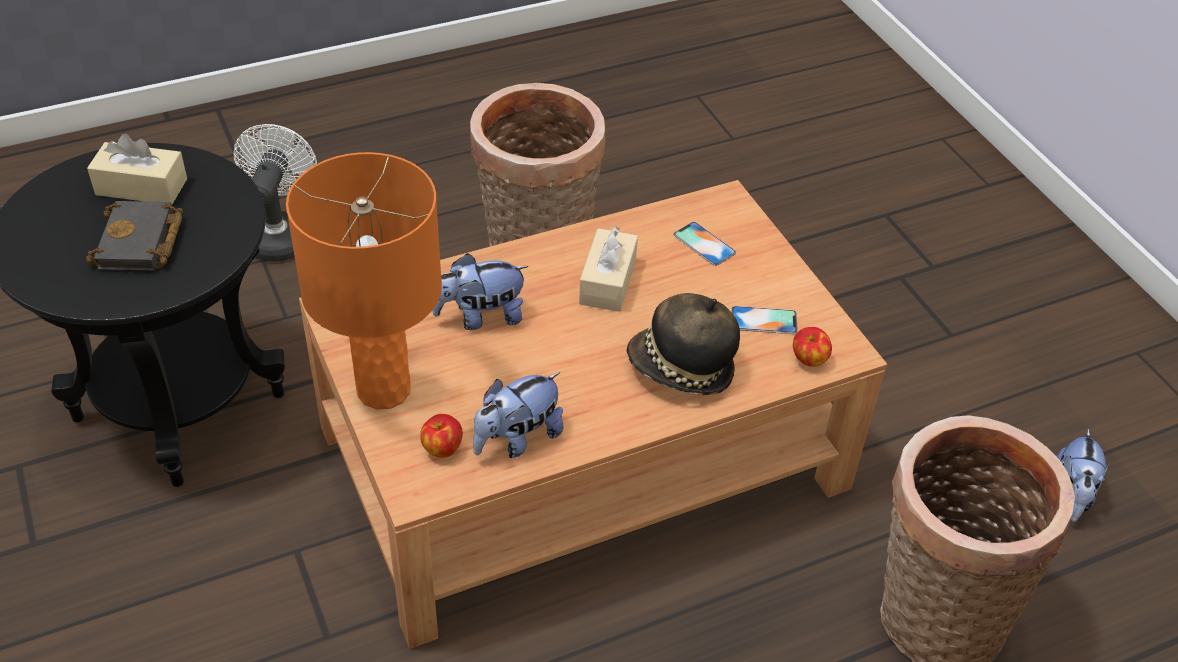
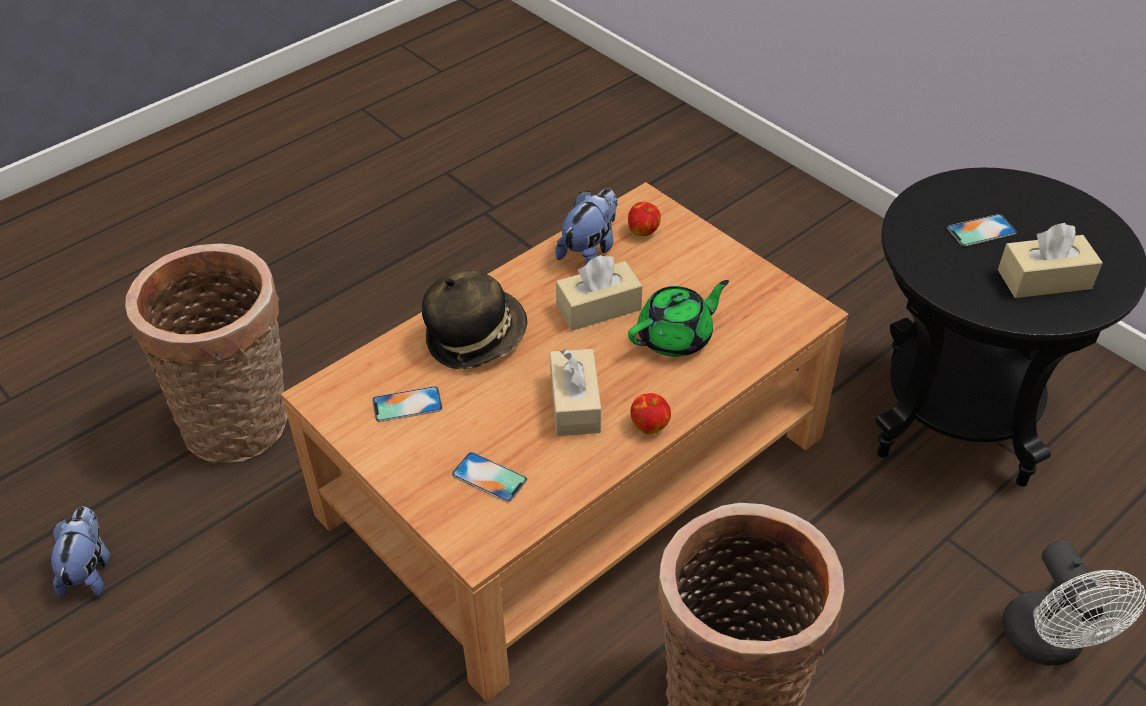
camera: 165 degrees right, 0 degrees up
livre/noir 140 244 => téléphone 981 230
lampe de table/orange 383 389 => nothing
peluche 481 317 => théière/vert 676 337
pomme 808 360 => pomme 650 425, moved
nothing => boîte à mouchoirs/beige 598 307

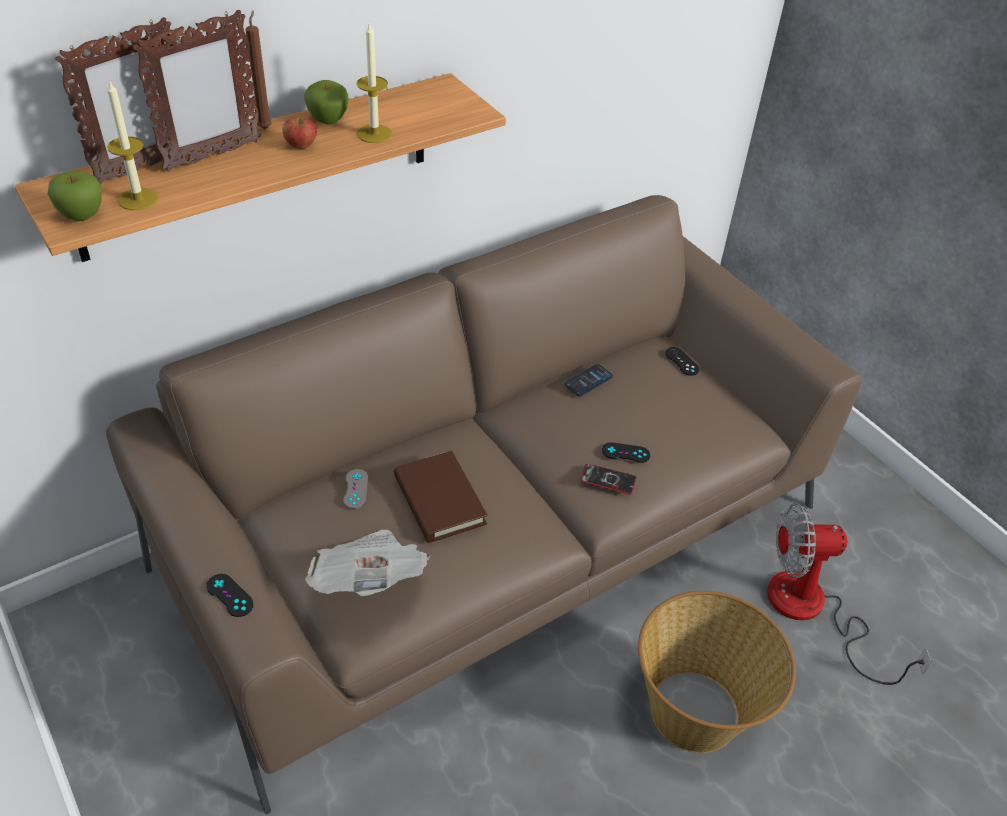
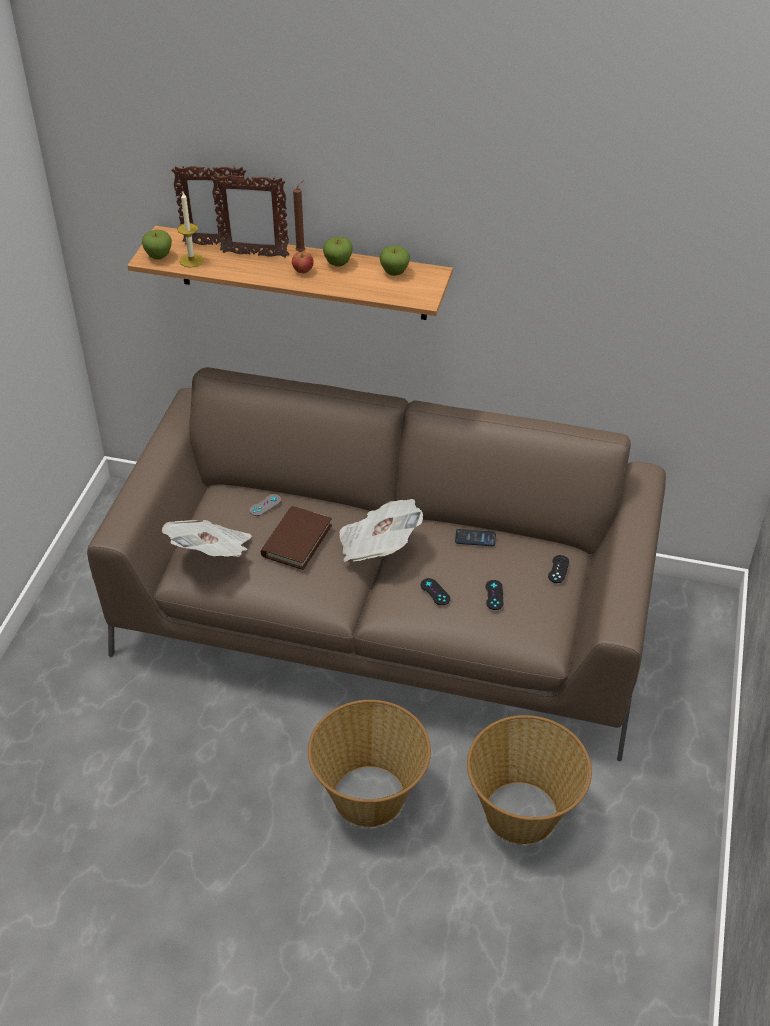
camera: 50 degrees right, 0 degrees up
manette/noir 229 595 => manette/noir 494 595, moved
bougie 374 134 => nothing
téléphone 608 480 => nothing
ventilateur 812 611 => panier 522 813
nothing => journal 378 546
nothing => pomme 394 272

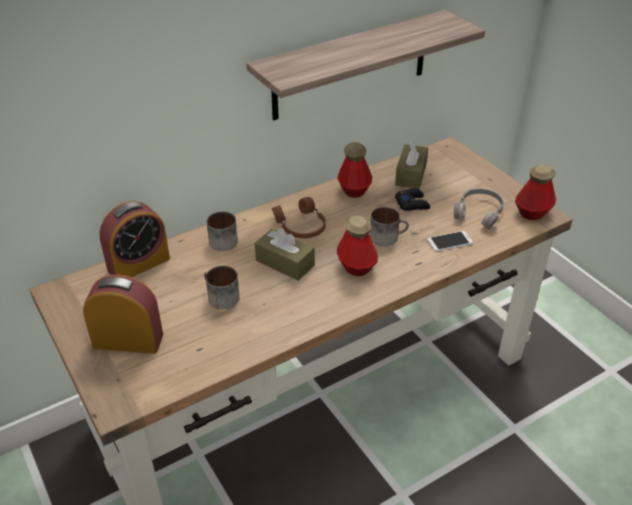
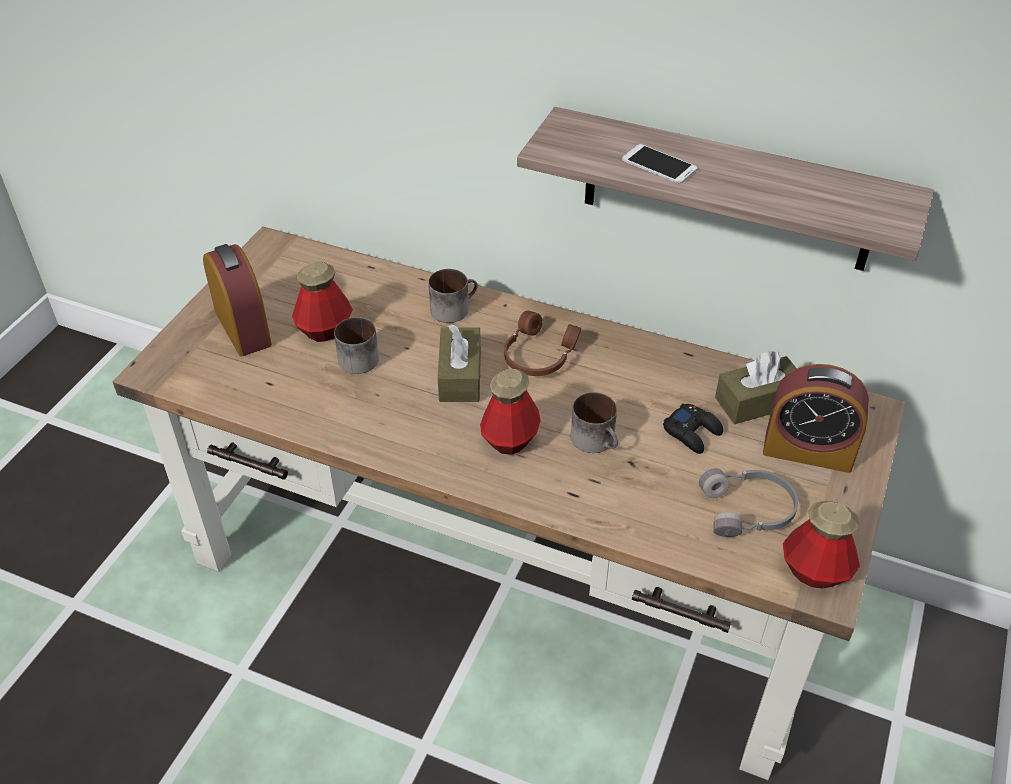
camera: 55 degrees right, 5 degrees up
réveil 139 264 => réveil 808 450, moved
bouteille 354 190 => bouteille 325 330, moved
téléphone 449 241 => téléphone 659 165, moved

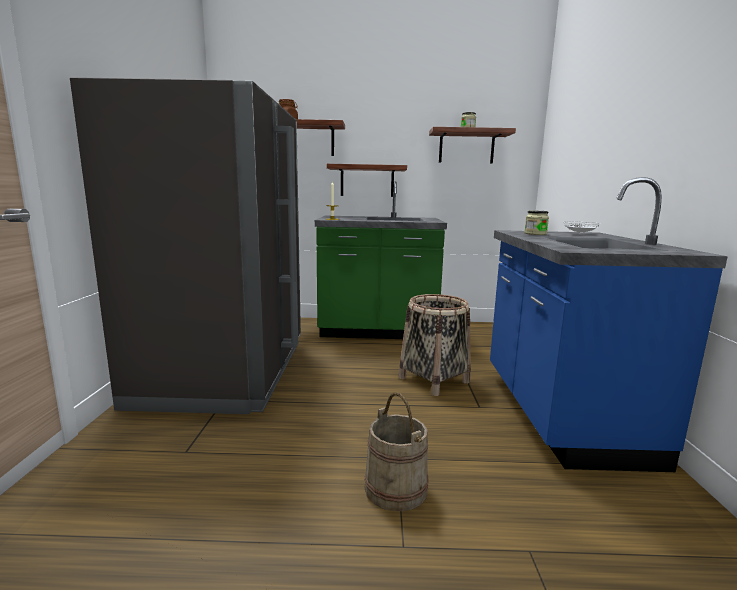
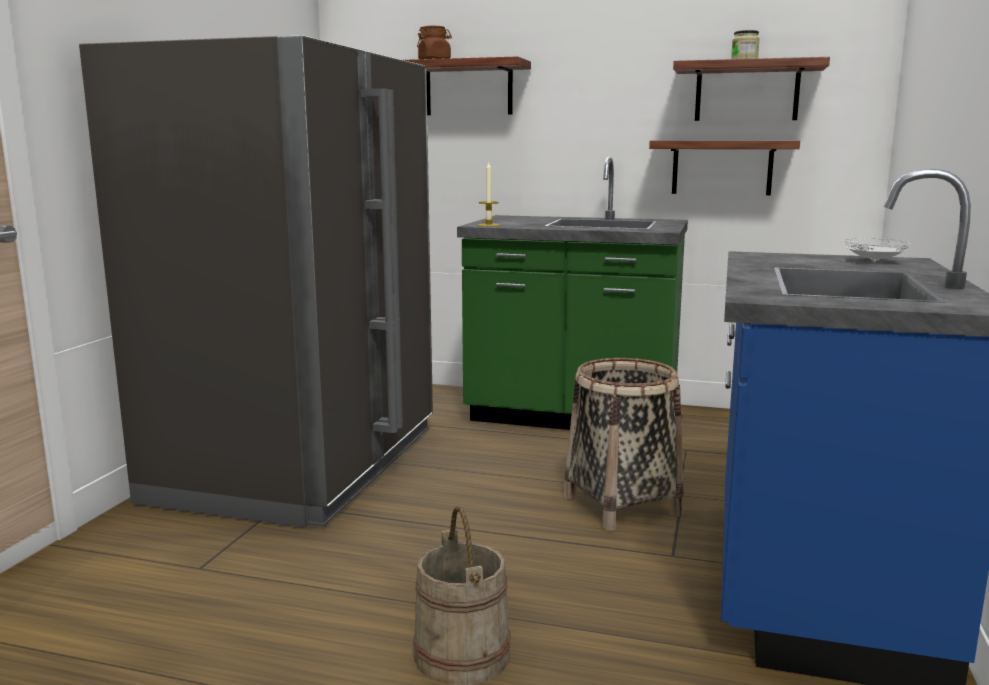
camera: 15 degrees right, 0 degrees up
étagère 367 181 => étagère 722 167, moved
bocal 535 234 => nothing

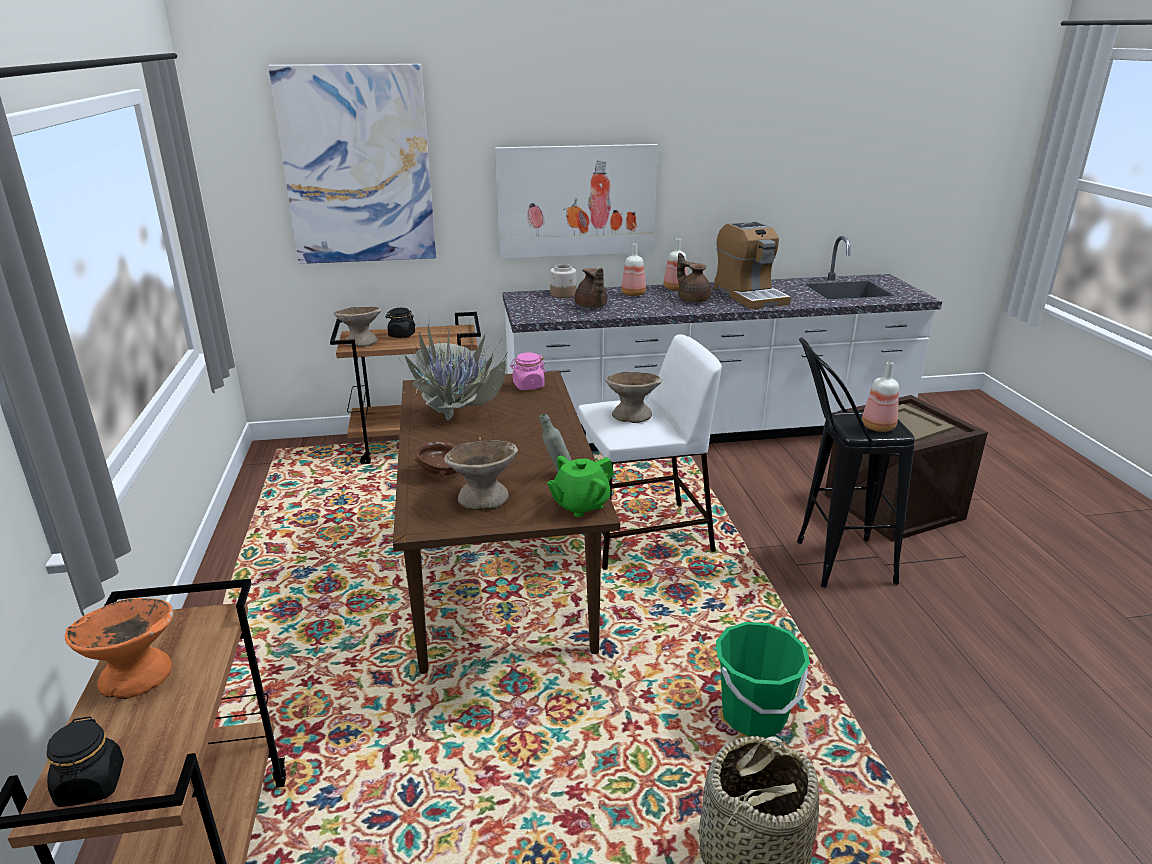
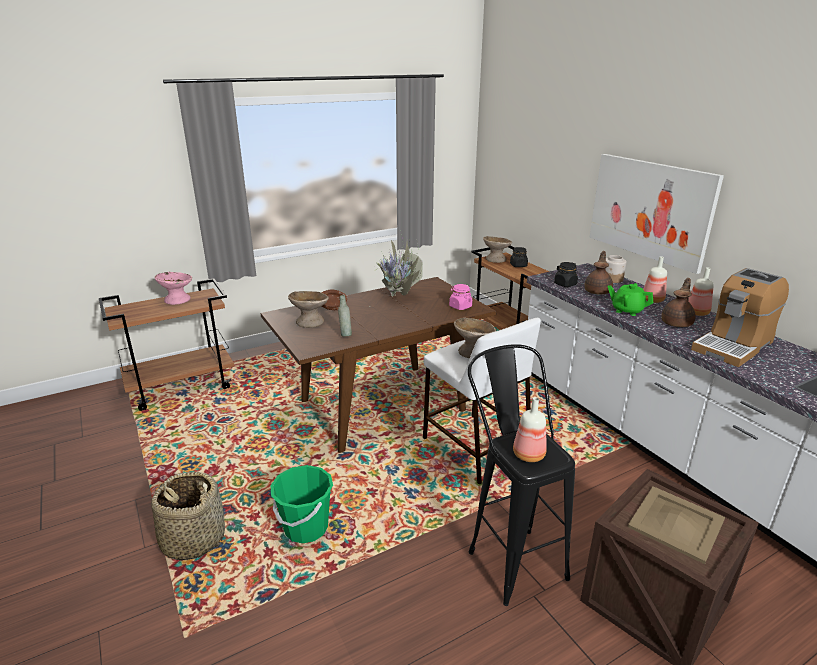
camera: 70 degrees right, 0 degrees up
bocal/noir 91 785 => bocal/noir 565 284, moved
bol/orange 135 675 => bol/rose 177 300
tableau 358 166 => nothing
théière/vert 580 505 => théière/vert 627 310, moved
théière/marron 591 306 => théière/marron 598 291, 150 degrees clockwise

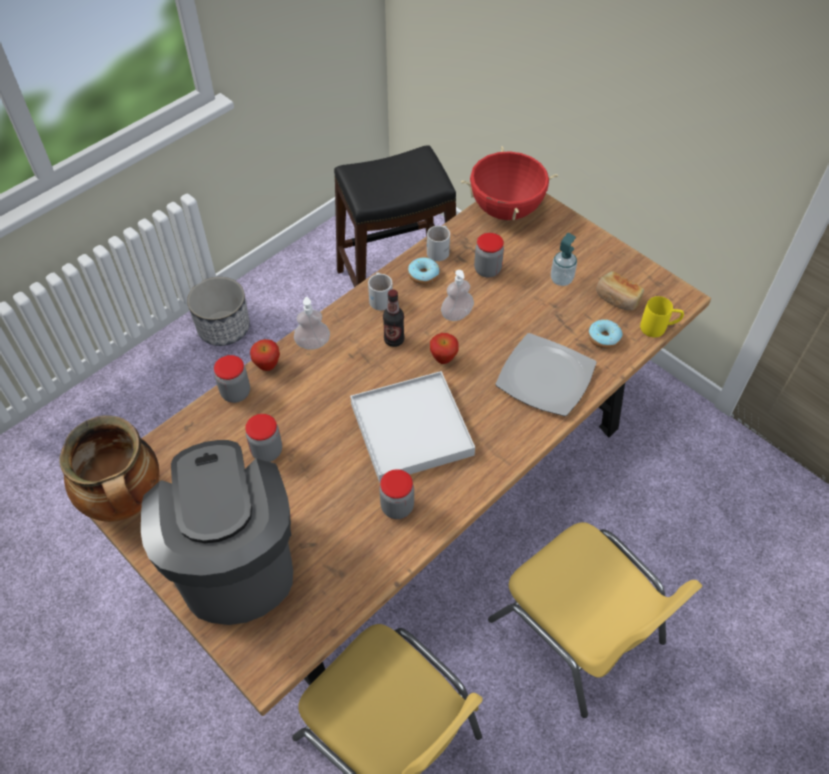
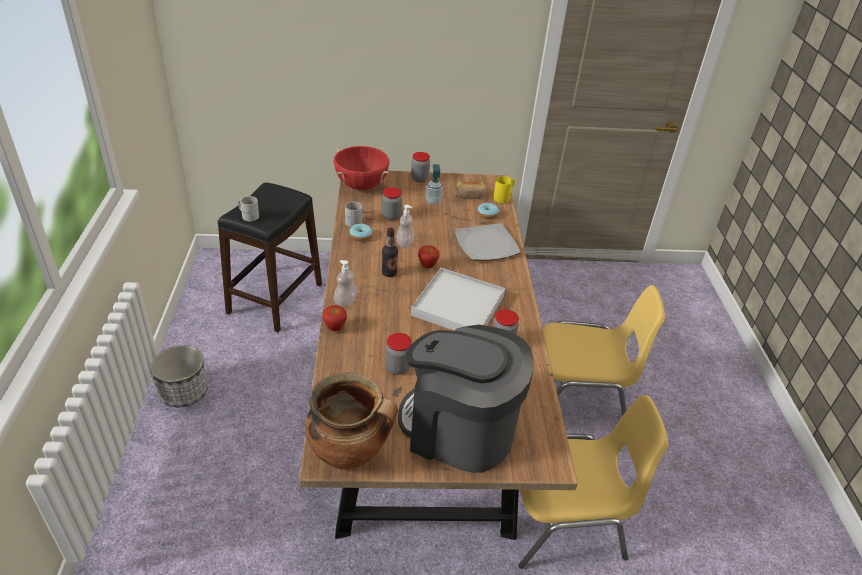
camera: 50 degrees left, 15 degrees down
bocal 236 393 => bocal 419 179, moved
mug/blanc 381 297 => mug/blanc 248 215, moved

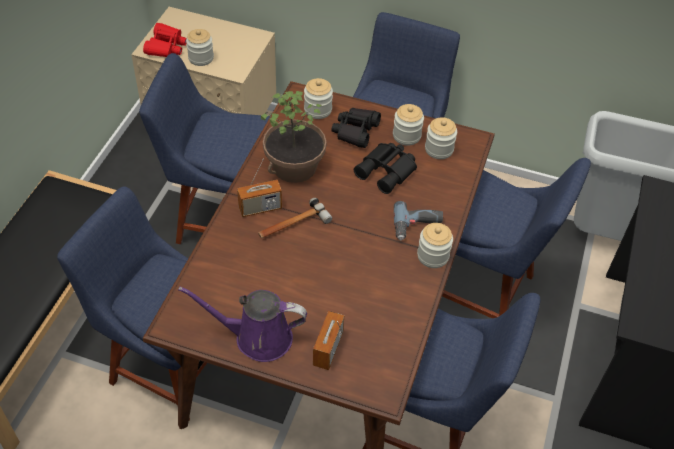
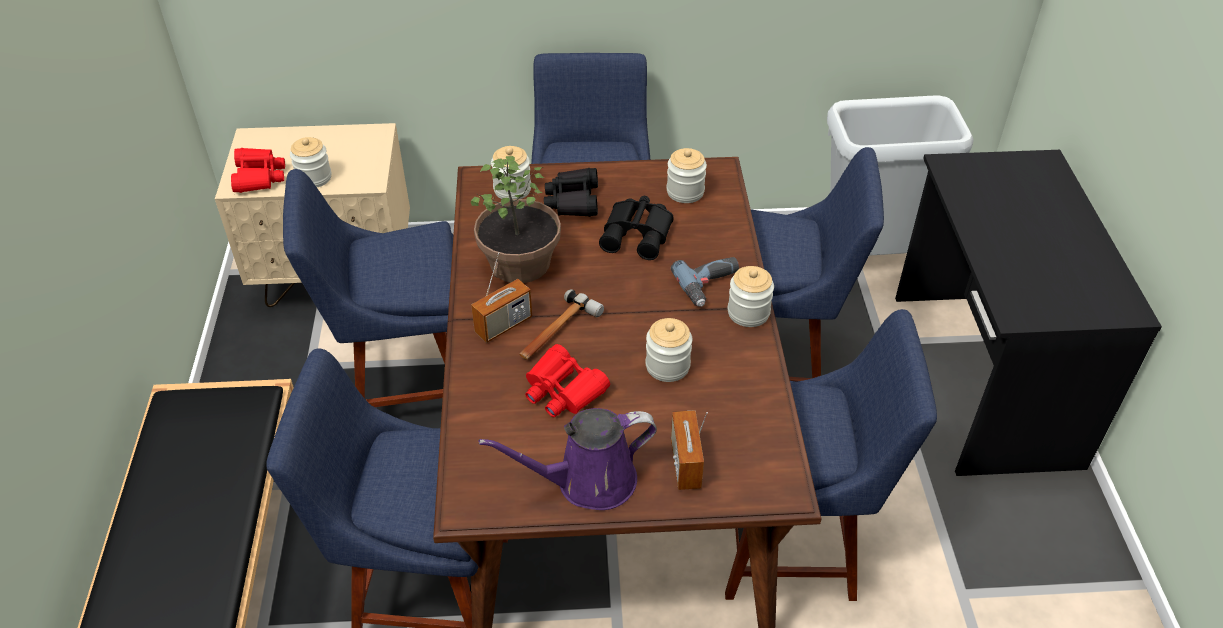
camera: 20 degrees left, 5 degrees down
bocal 406 136 => bocal 667 366, moved
nothing => jumelles/rouge 563 390

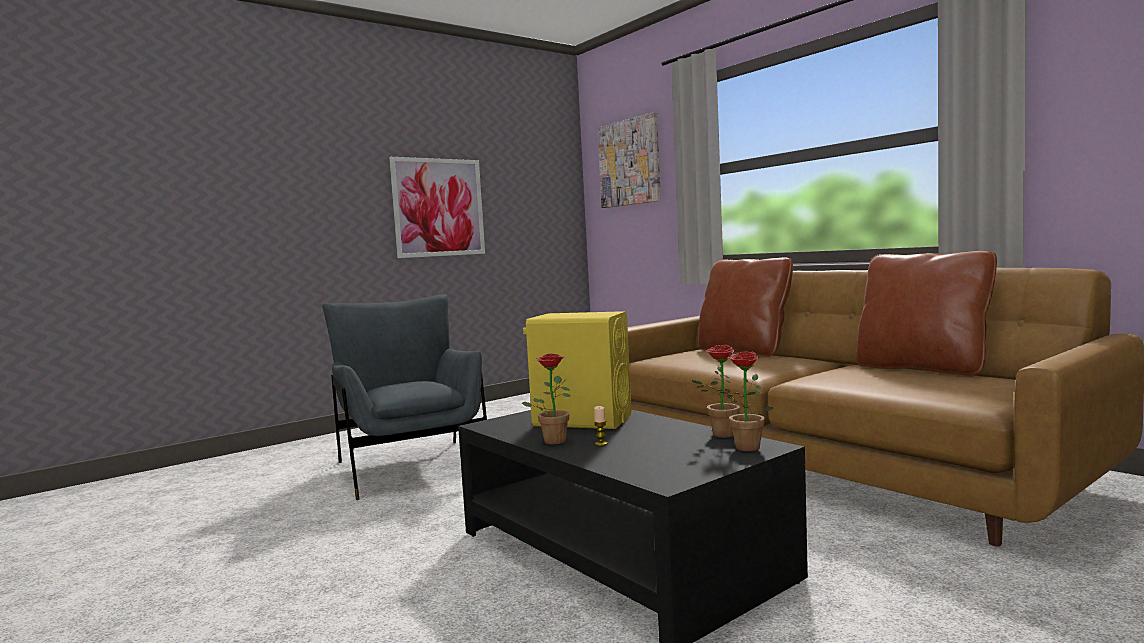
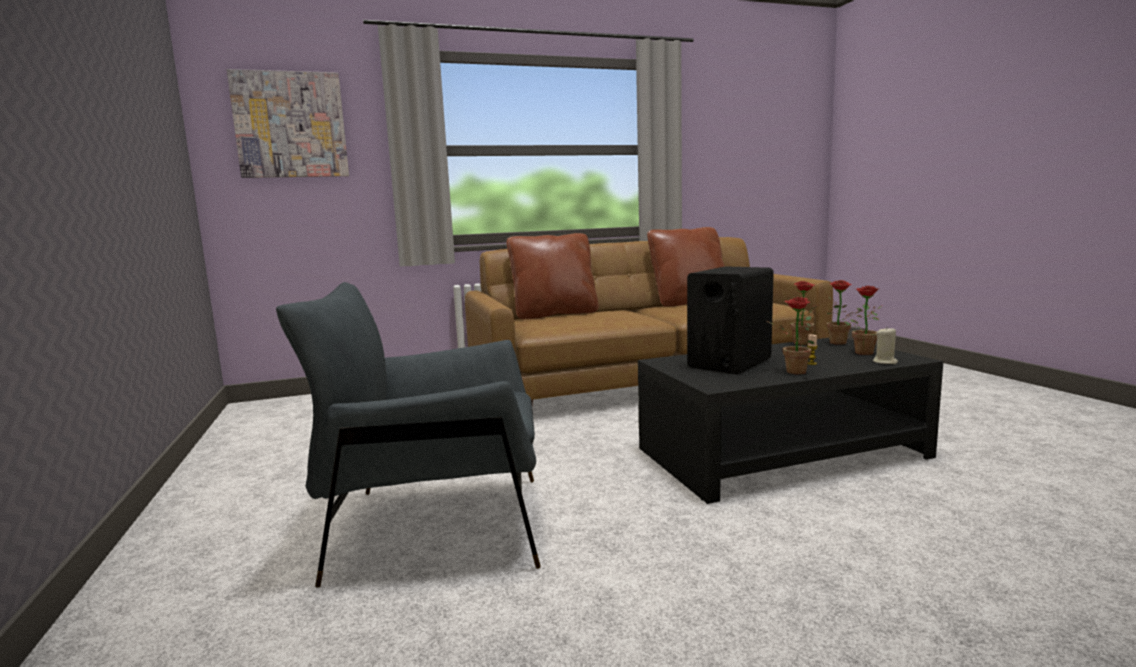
camera: 70 degrees left, 5 degrees up
tableau 438 207 => nothing
enceinte/jaune 582 420 => enceinte/noir 729 363
nothing => plante en pot 862 352
nothing => bougie/beige 885 362

